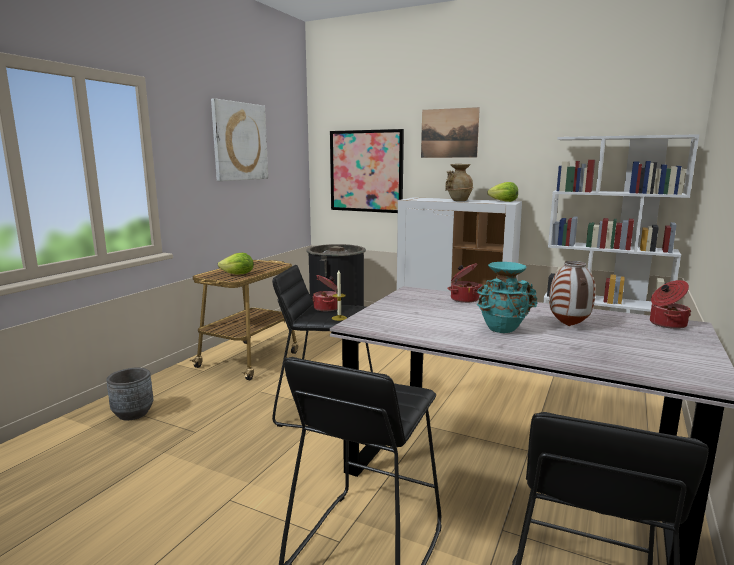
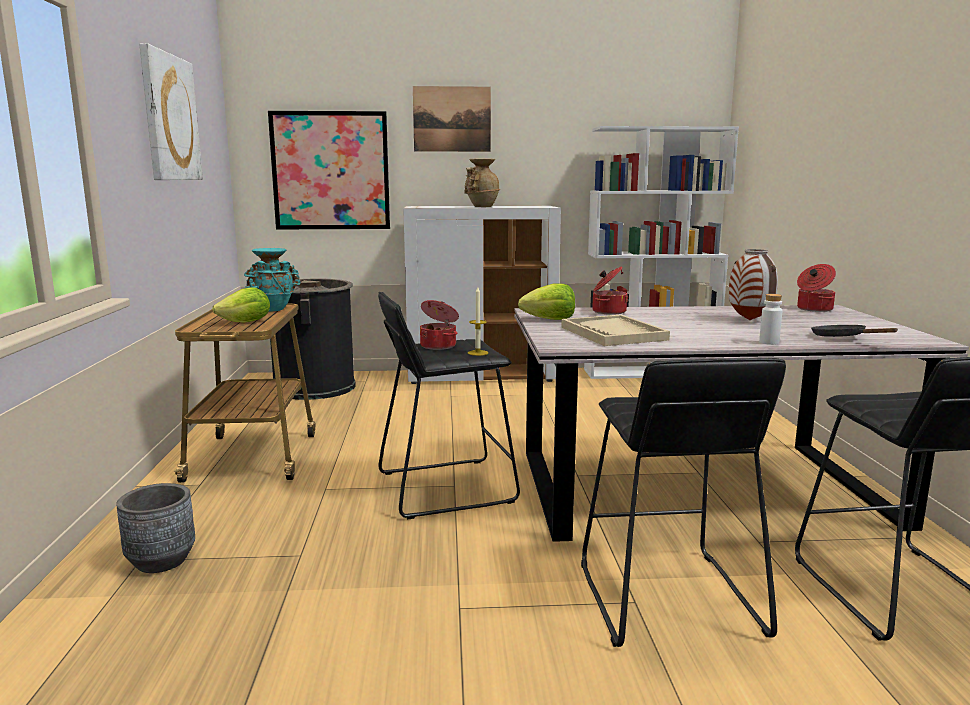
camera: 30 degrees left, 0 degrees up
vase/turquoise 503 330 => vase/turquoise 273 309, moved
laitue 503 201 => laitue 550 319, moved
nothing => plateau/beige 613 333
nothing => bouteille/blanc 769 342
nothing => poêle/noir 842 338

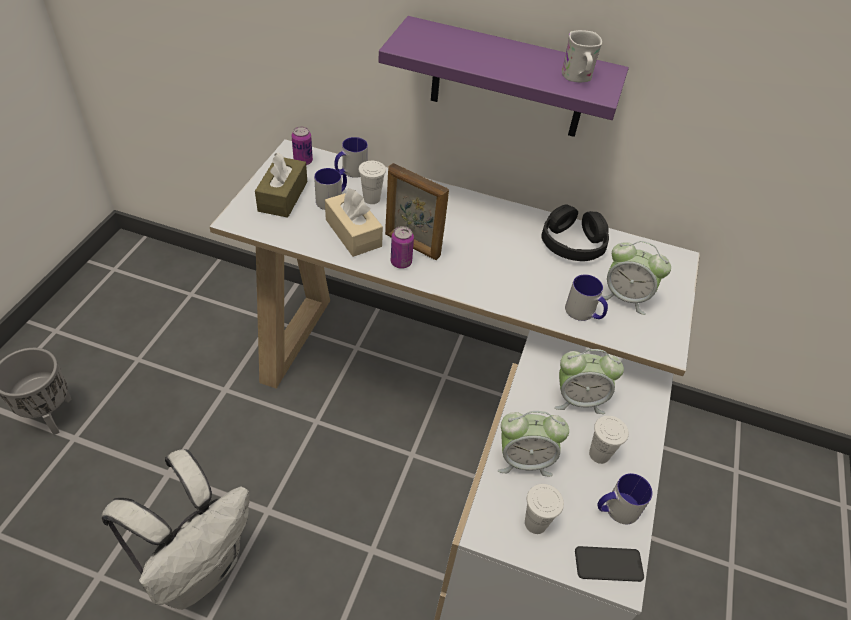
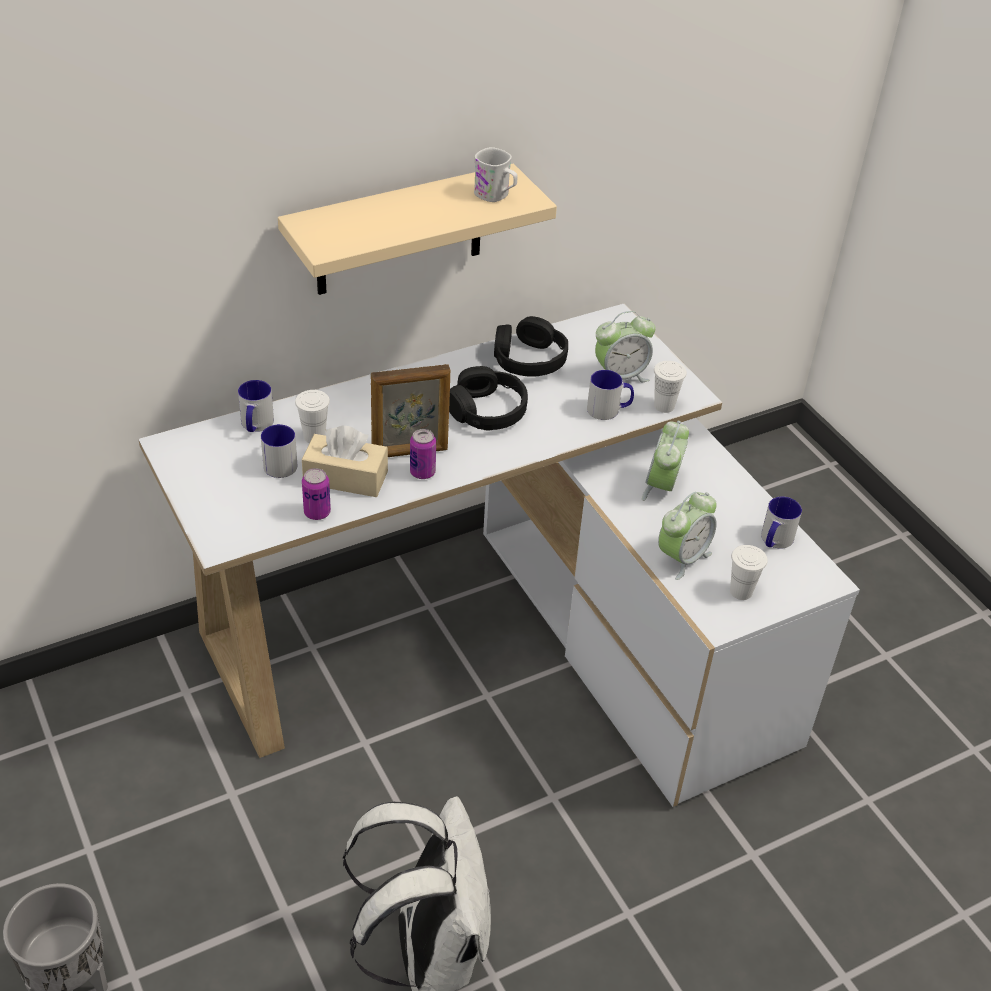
camera: 45 degrees left, 5 degrees down
boîte à mouchoirs/marron 283 196 => nothing
boîte métallique 303 161 => boîte métallique 317 512, moved
étagère/violet 508 80 => étagère/beige 399 231
réveil 578 399 => réveil 662 486, 150 degrees clockwise
téléphone 608 564 => nothing
tasse/blanc 599 454 => tasse/blanc 664 406, moved
nothing => casque audio/noir 487 410

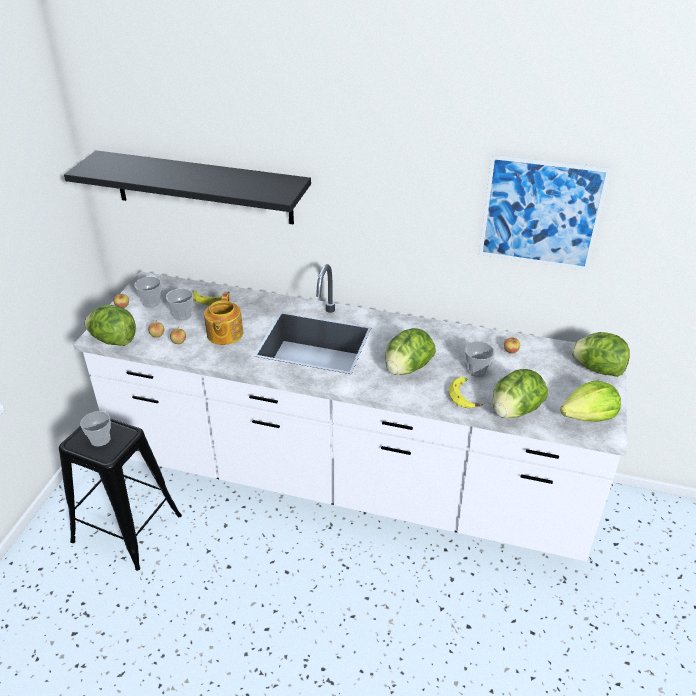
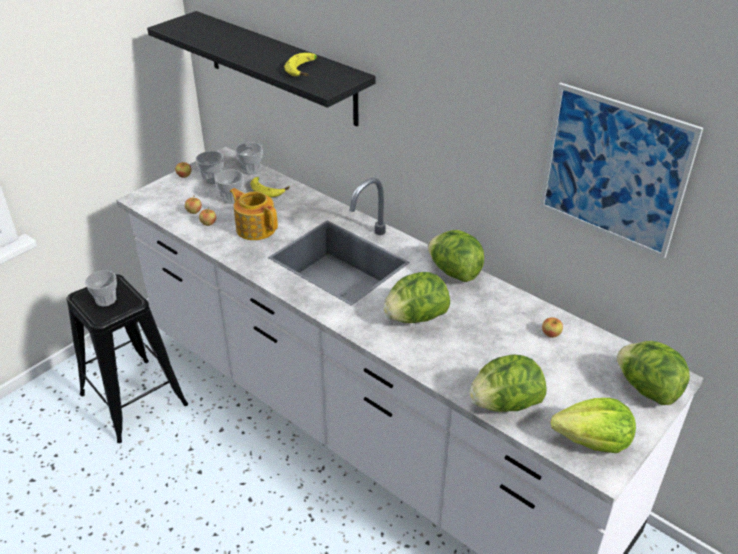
camera: 25 degrees right, 0 degrees up
laitue 113 340 => laitue 454 272, moved
théière 224 334 => théière 255 228, 105 degrees clockwise
banane 466 396 => banane 305 70, moved
tasse 476 370 => tasse 251 170, moved

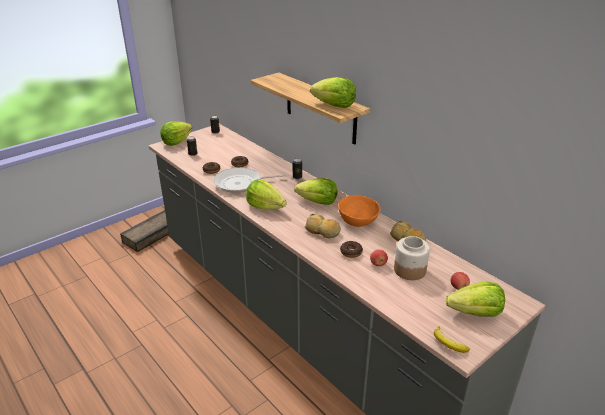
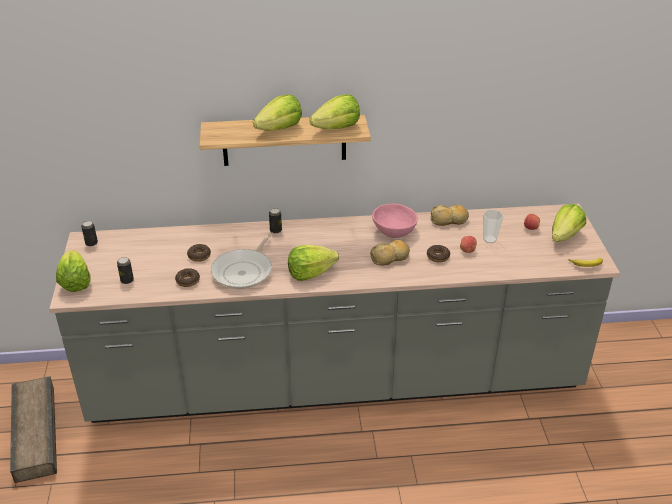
camera: 55 degrees left, 5 degrees up
laitue 317 202 => laitue 280 128, moved
bol/orange 357 221 => bol/rose 393 231
bocal 409 270 => tasse 489 239

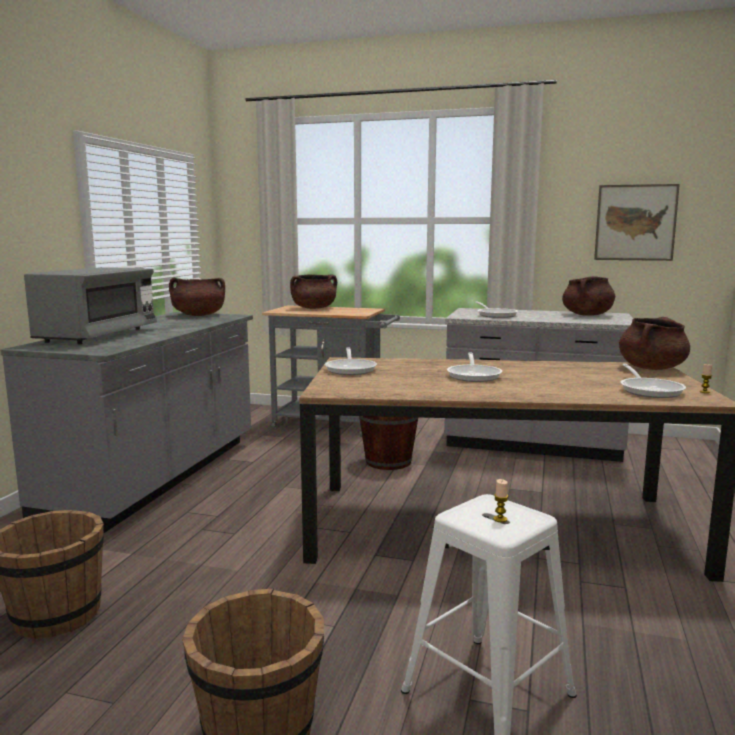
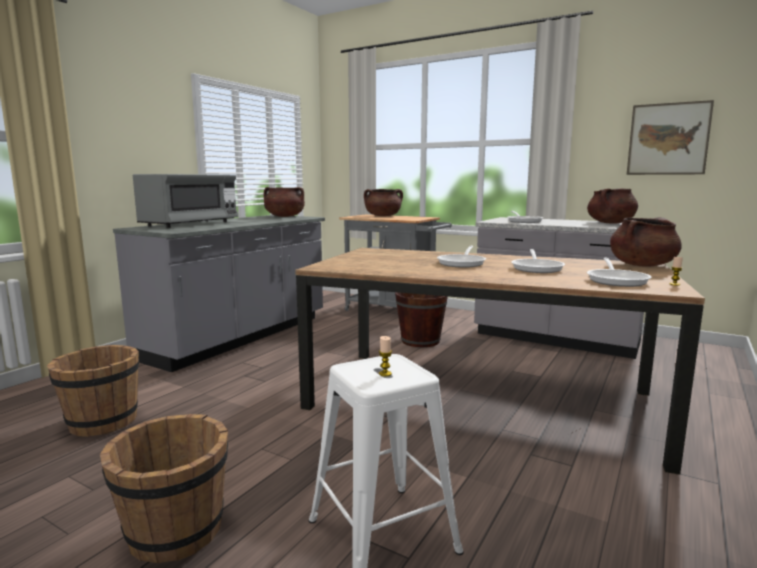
camera: 15 degrees right, 0 degrees up
poêle 351 369 => poêle 537 268, moved

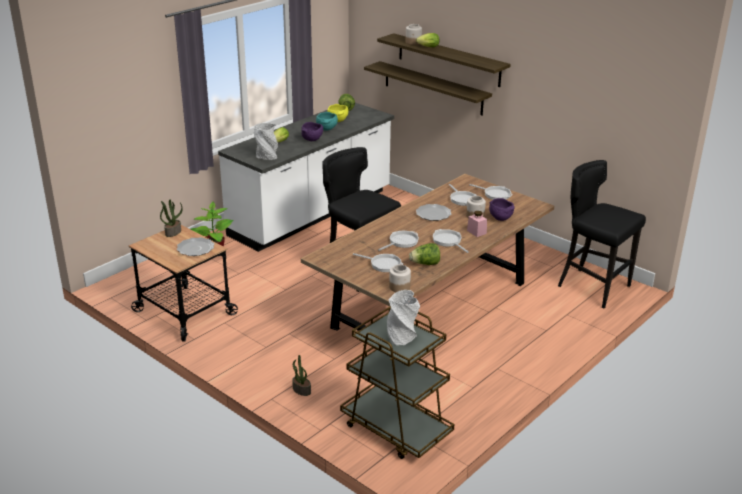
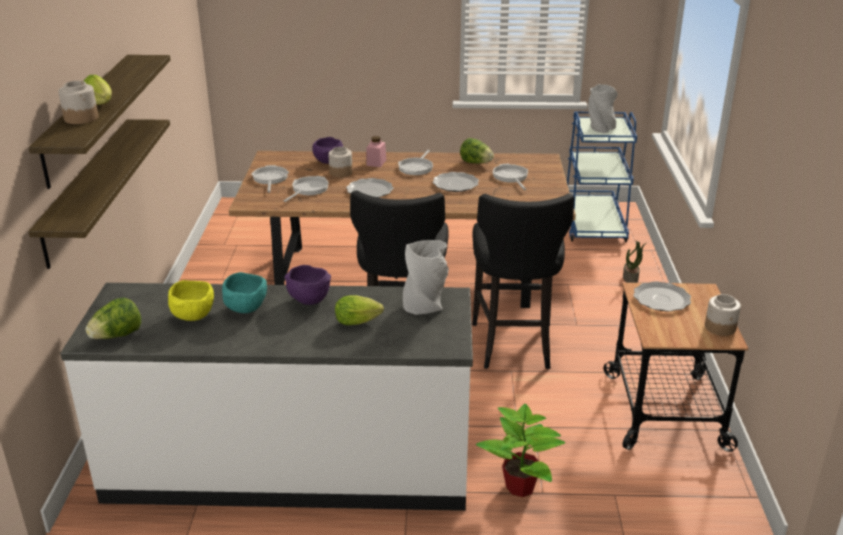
camera: 130 degrees left, 0 degrees up
plante en pot 173 232 => nothing
chariot/marron 395 429 => chariot/bleu 593 226
poêle 402 242 => assiette 455 184
bocal 399 287 => bocal 720 327, moved
tabouret/noir 592 287 => tabouret/noir 513 345, moved

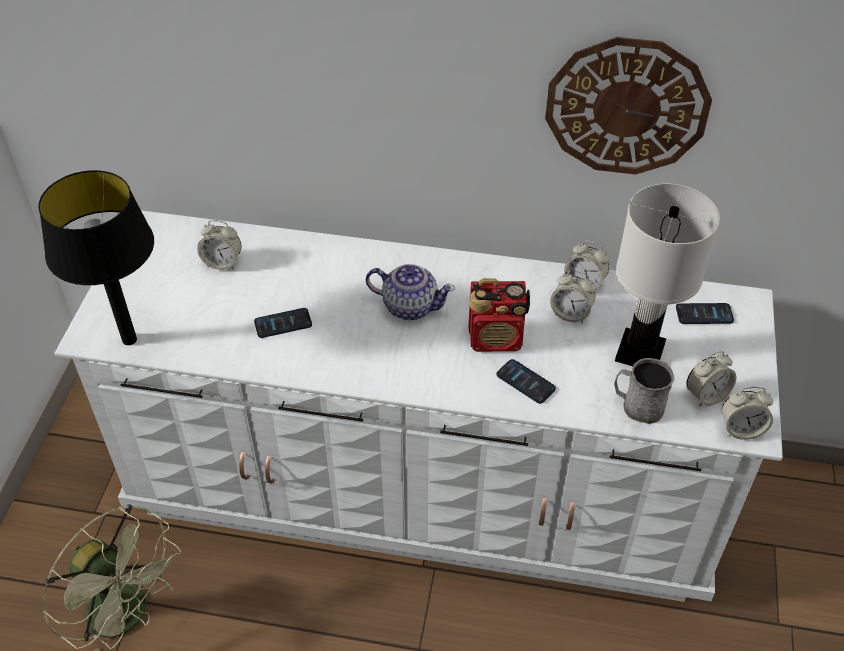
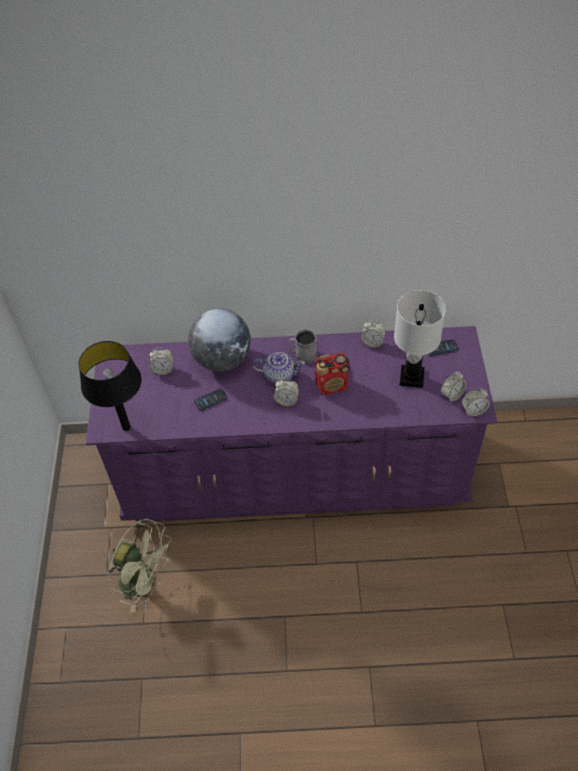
camera: 10 degrees left, 5 degrees up
commode/blanc 422 486 => commode/violet 293 471
téléphone 525 382 => nothing
horloge murale 626 107 => nothing
réveil 570 313 => réveil 286 400, moved
mug/gris 637 406 => mug/gris 302 355, moved
nothing => globe 222 359

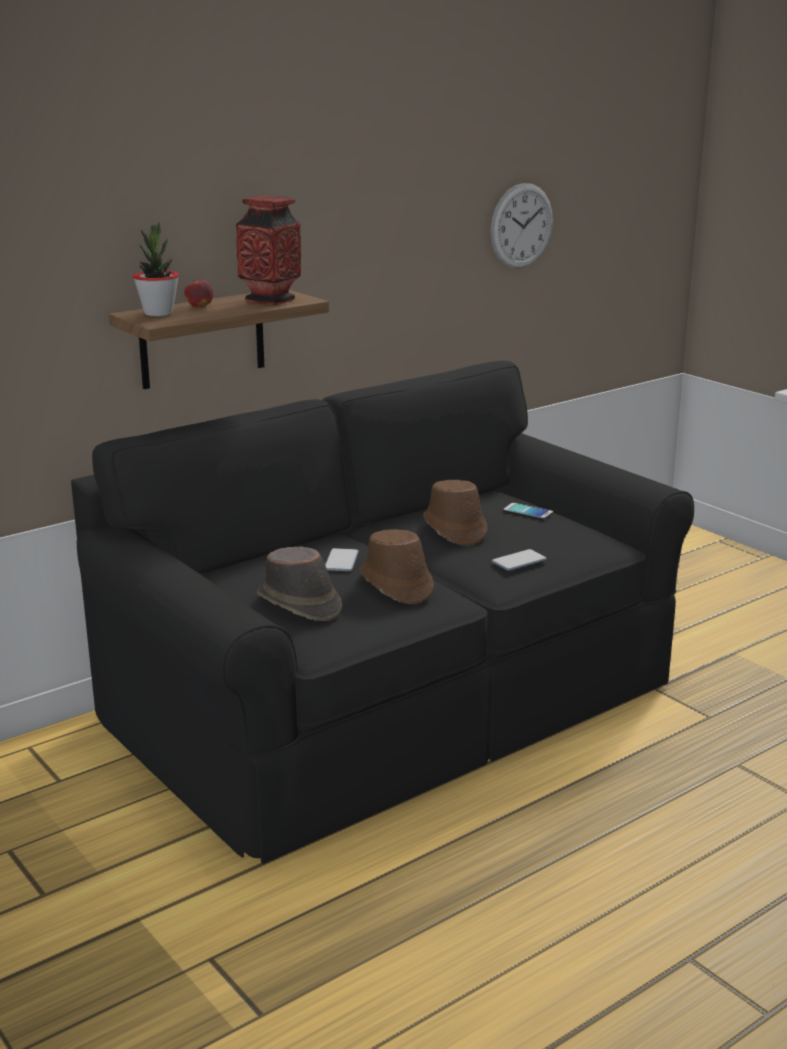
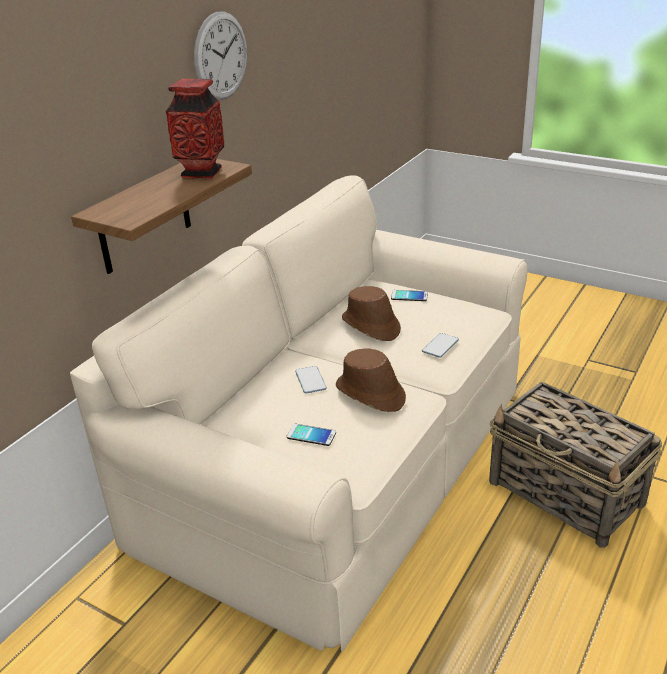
camera: 20 degrees left, 10 degrees up
canapé/noir 393 699 => canapé/beige 339 460
plante en pot 158 313 => nothing
pomme 199 306 => nothing
chapeau/marron 299 604 => téléphone 311 435
horloge murale 521 226 => horloge murale 221 56, moved
nothing => panier 566 494

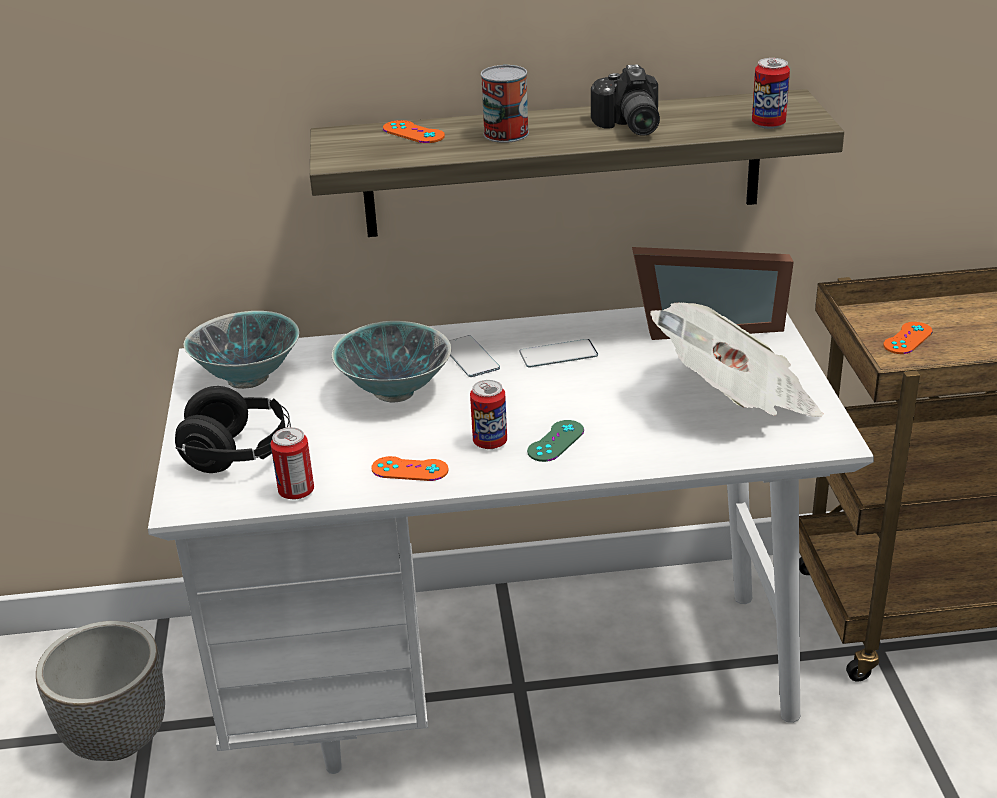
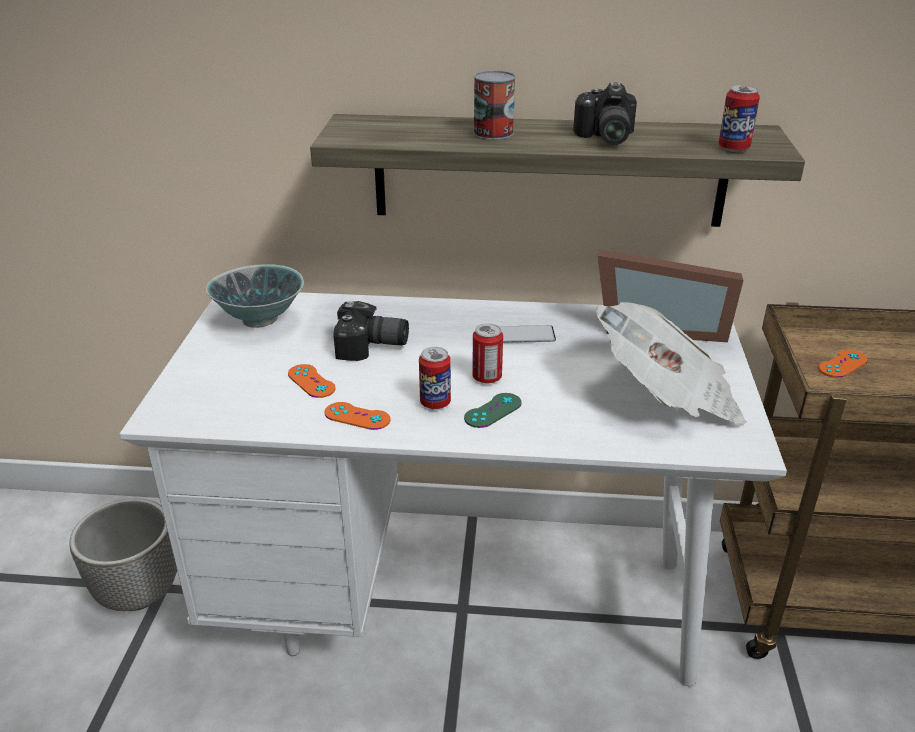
camera: 10 degrees right, 0 degrees up
casque audio/noir 239 455 => nothing
boîte métallique 296 492 => boîte métallique 487 378, moved
bol 394 392 => appareil photo 372 348
manette/orange 413 132 => manette/orange 311 381, moved
téléphone 470 357 => nothing

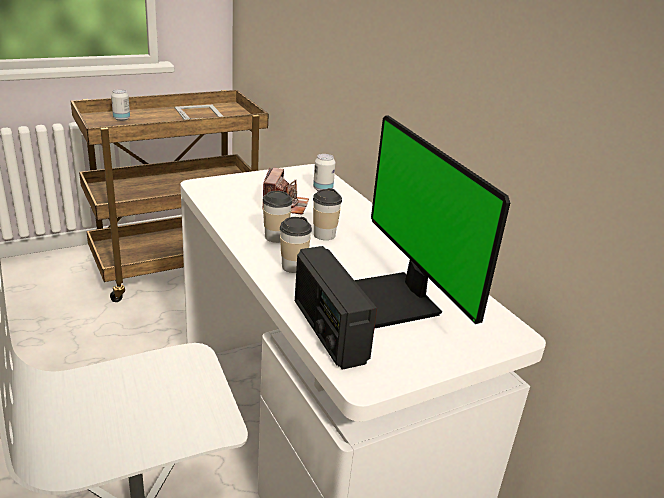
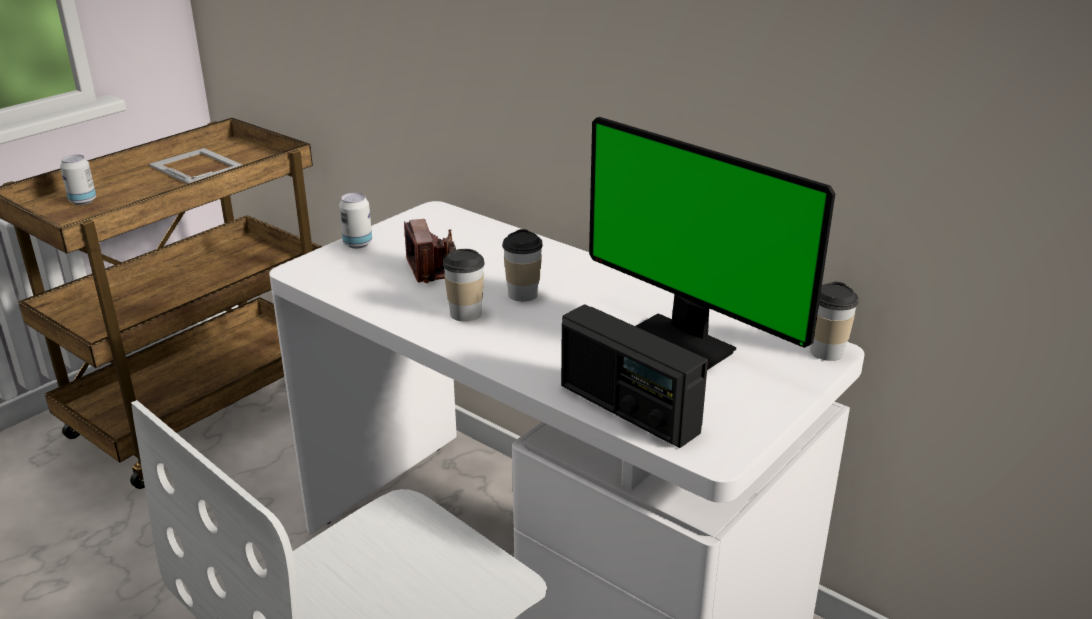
camera: 20 degrees left, 0 degrees up
tasse 293 266 => tasse 826 352, moved
boîte métallique 323 189 => boîte métallique 357 244, moved

